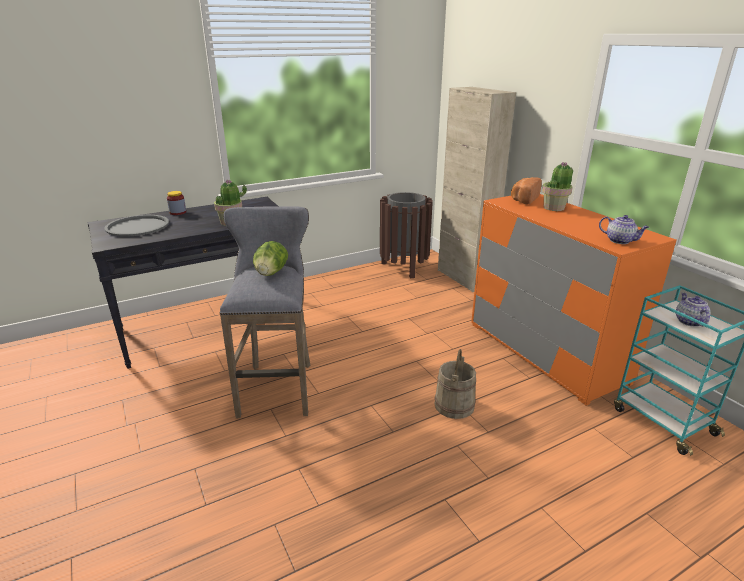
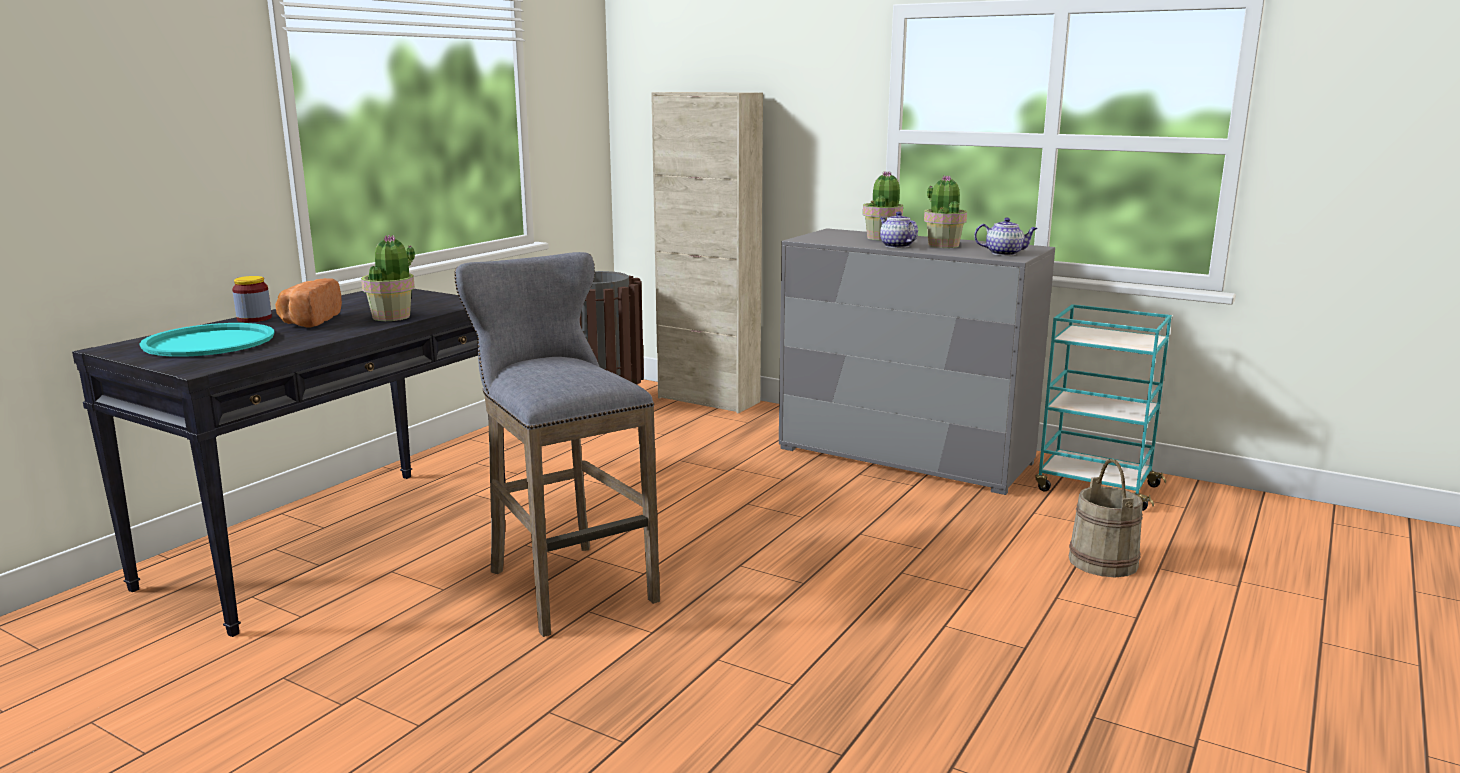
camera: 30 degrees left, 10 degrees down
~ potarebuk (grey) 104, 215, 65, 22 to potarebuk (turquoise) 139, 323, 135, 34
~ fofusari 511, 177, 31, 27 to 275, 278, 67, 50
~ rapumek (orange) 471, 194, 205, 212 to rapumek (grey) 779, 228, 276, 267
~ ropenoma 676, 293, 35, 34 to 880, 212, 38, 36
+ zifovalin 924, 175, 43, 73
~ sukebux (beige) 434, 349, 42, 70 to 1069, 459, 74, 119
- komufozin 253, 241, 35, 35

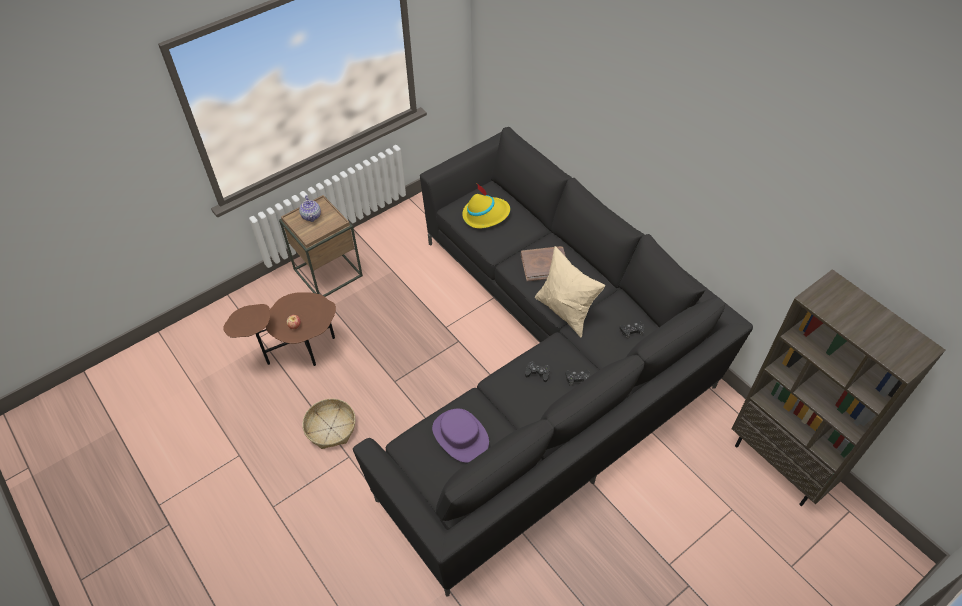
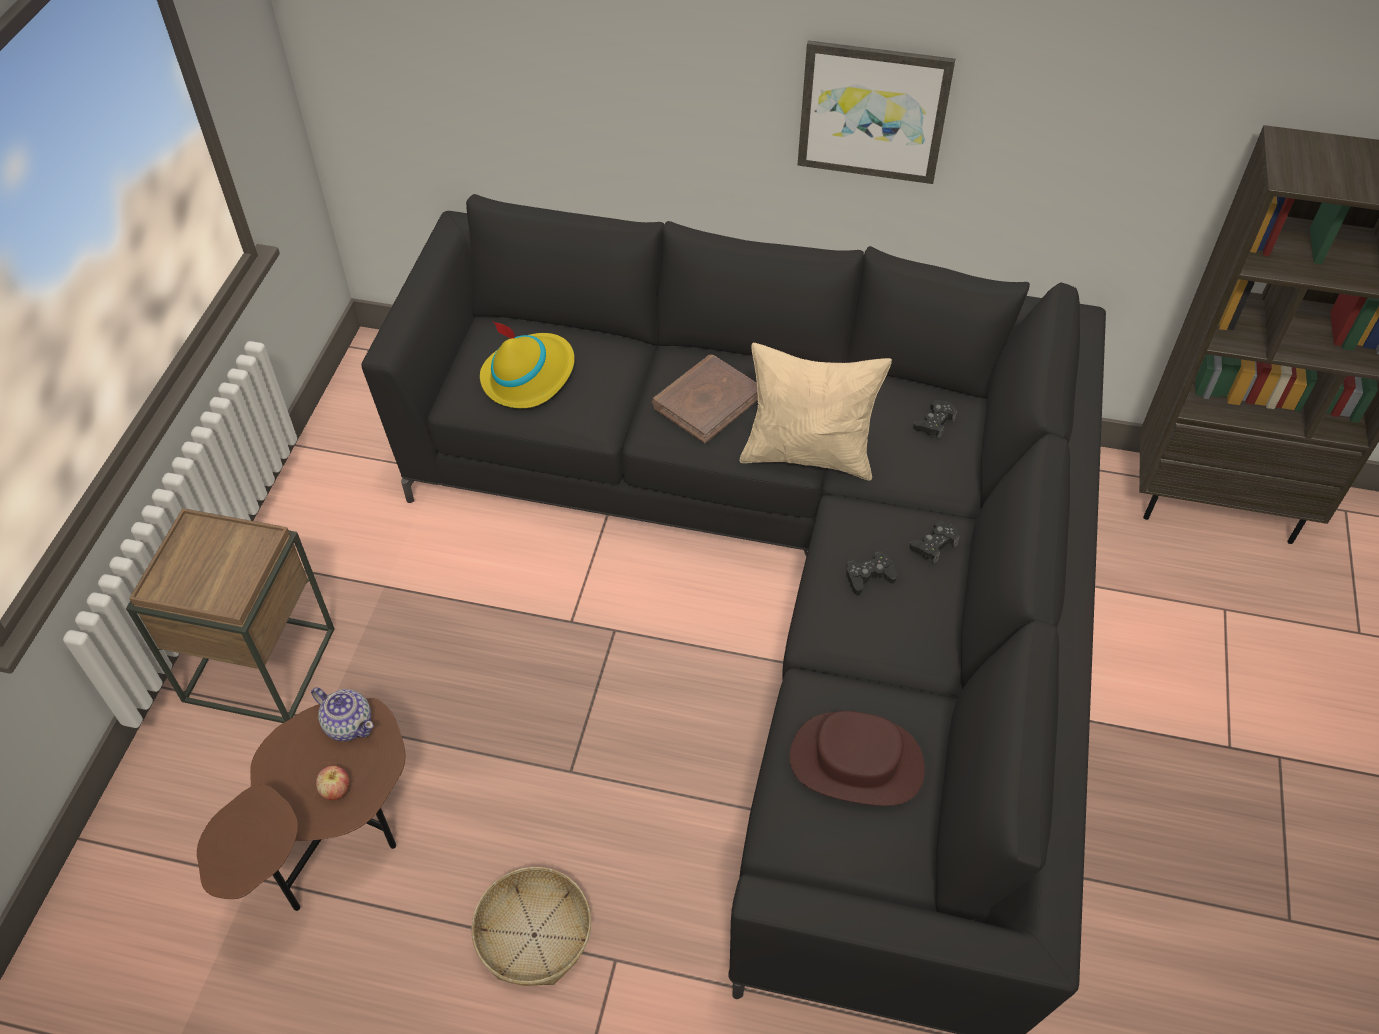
camera: 40 degrees left, 0 degrees up
~ ropenoma 299, 195, 22, 27 to 311, 687, 63, 55
~ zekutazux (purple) 432, 409, 57, 54 to zekutazux (brown) 790, 711, 135, 95
+ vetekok 798, 40, 157, 144

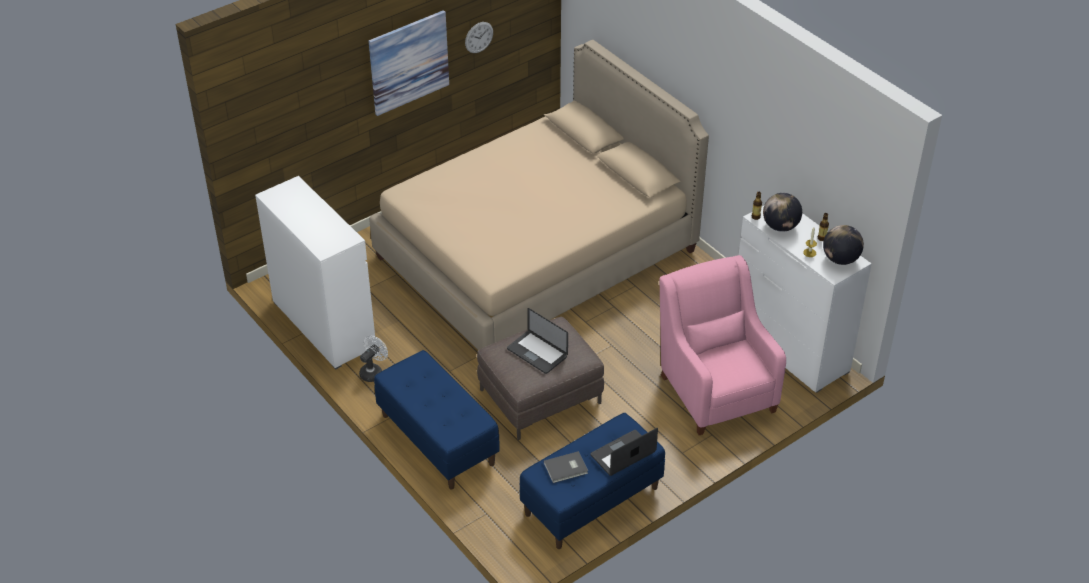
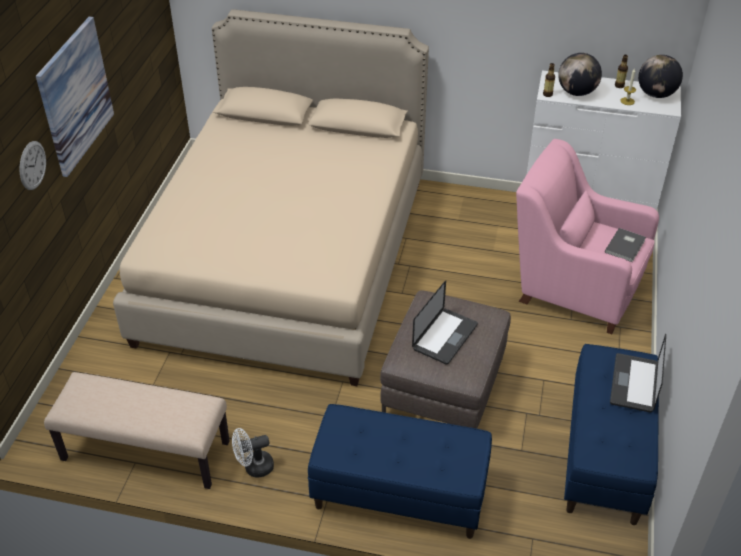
camera: 40 degrees left, 0 degrees up
~ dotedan 465, 22, 28, 31 to 19, 141, 27, 49
~ rapumek (white) 255, 176, 121, 193 to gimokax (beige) 44, 372, 186, 117
~ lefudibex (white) 359, 336, 29, 46 = 232, 428, 42, 50 105 degrees counterclockwise
~ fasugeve 507, 308, 61, 66 = 412, 280, 66, 85 60 degrees counterclockwise
~ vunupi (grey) 544, 451, 44, 32 to 605, 228, 41, 34

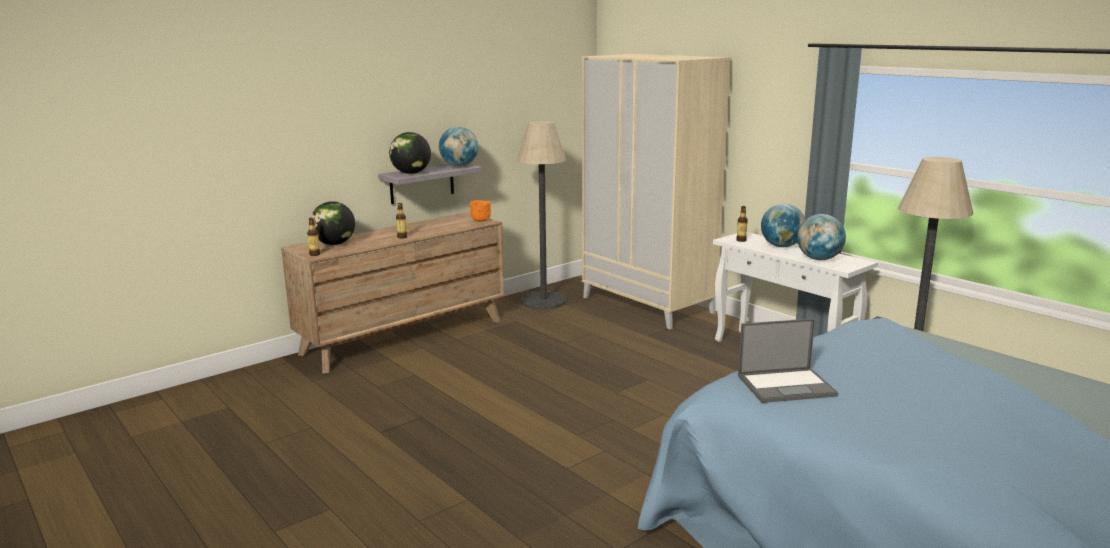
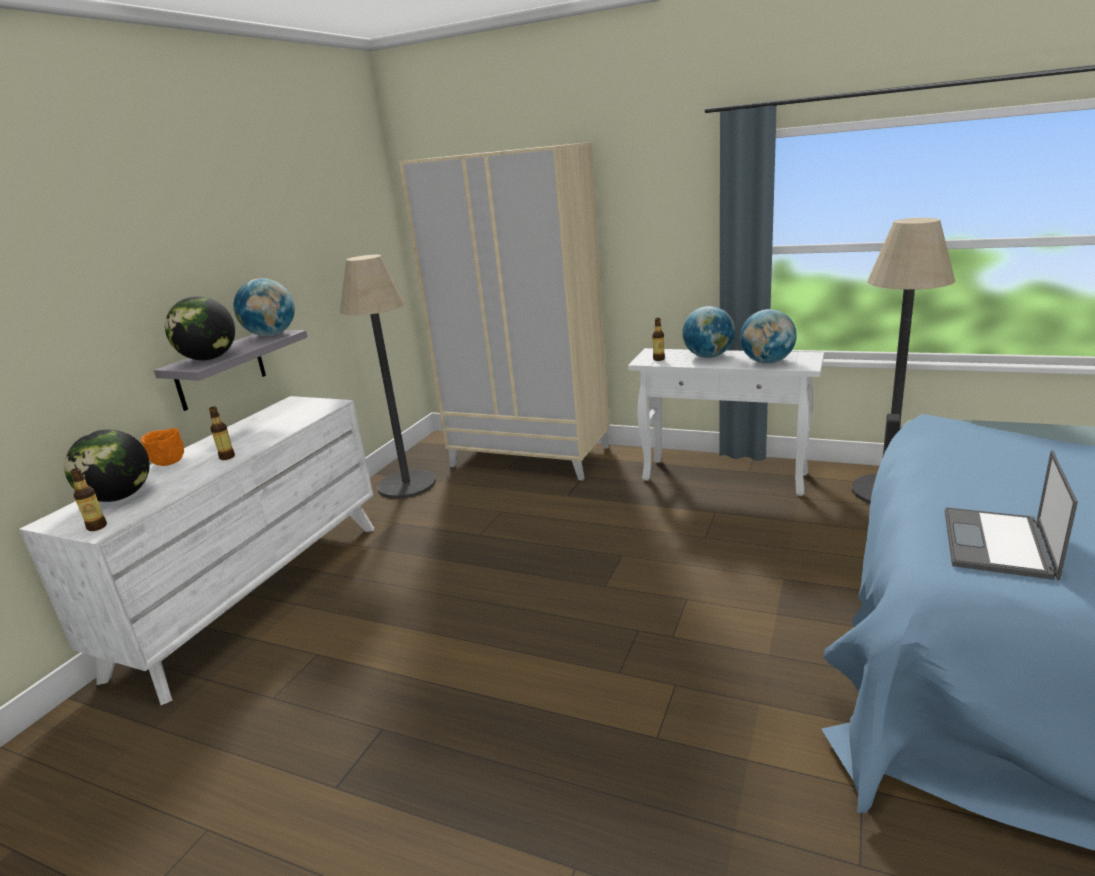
camera: 25 degrees left, 5 degrees up
~ rapumek (brown) 281, 212, 224, 161 to rapumek (white) 19, 396, 355, 309
~ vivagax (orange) 470, 200, 21, 22 to 141, 428, 43, 38
~ fasugeve 738, 318, 100, 85 = 945, 450, 133, 130 150 degrees clockwise

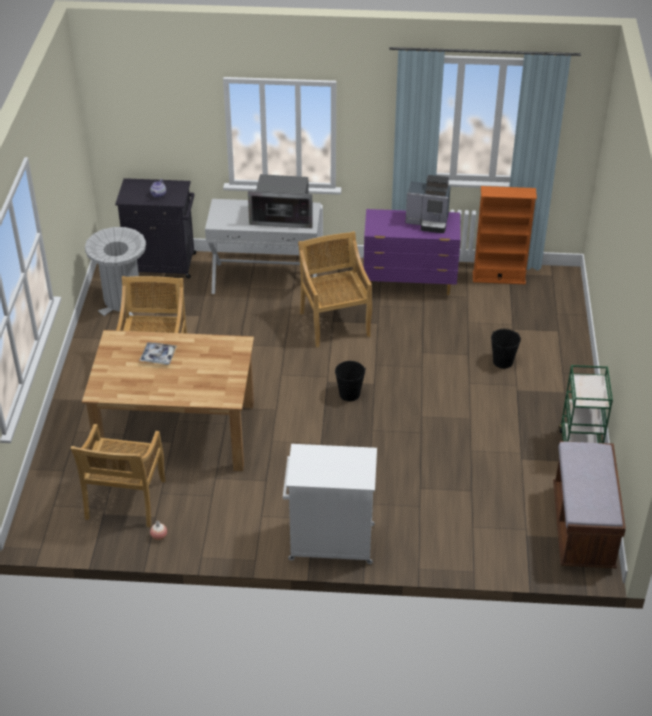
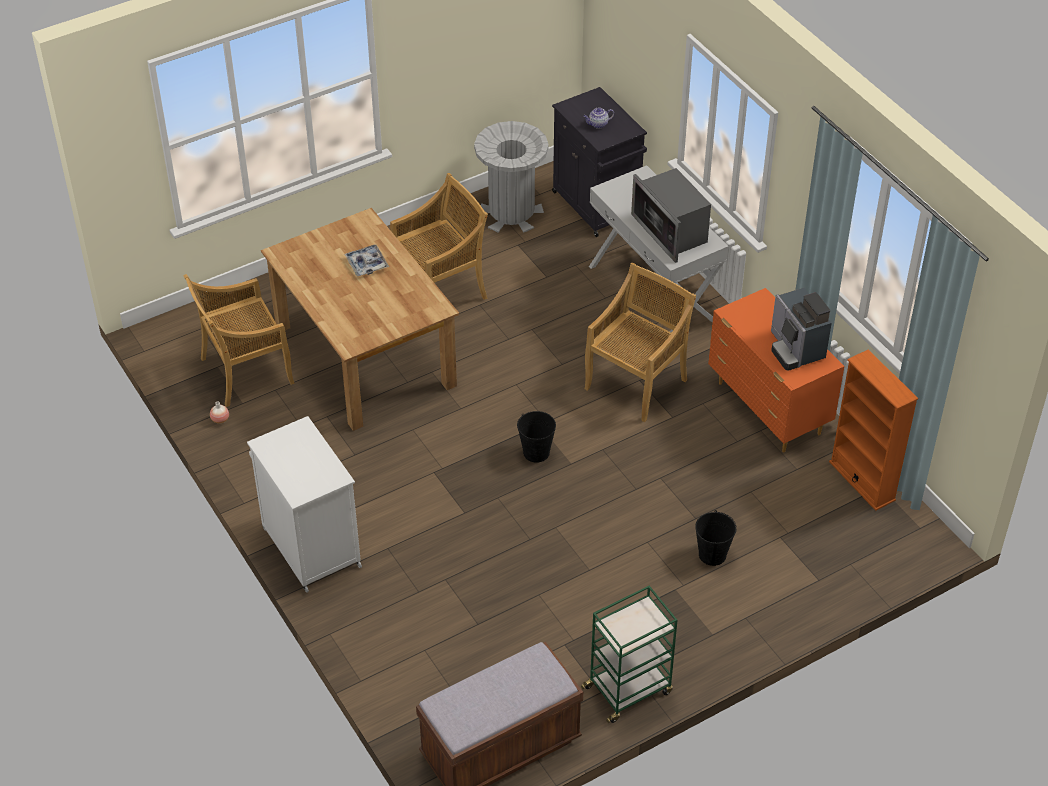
camera: 55 degrees right, 5 degrees up
~ rapumek (purple) 364, 209, 97, 86 to rapumek (orange) 708, 288, 136, 164

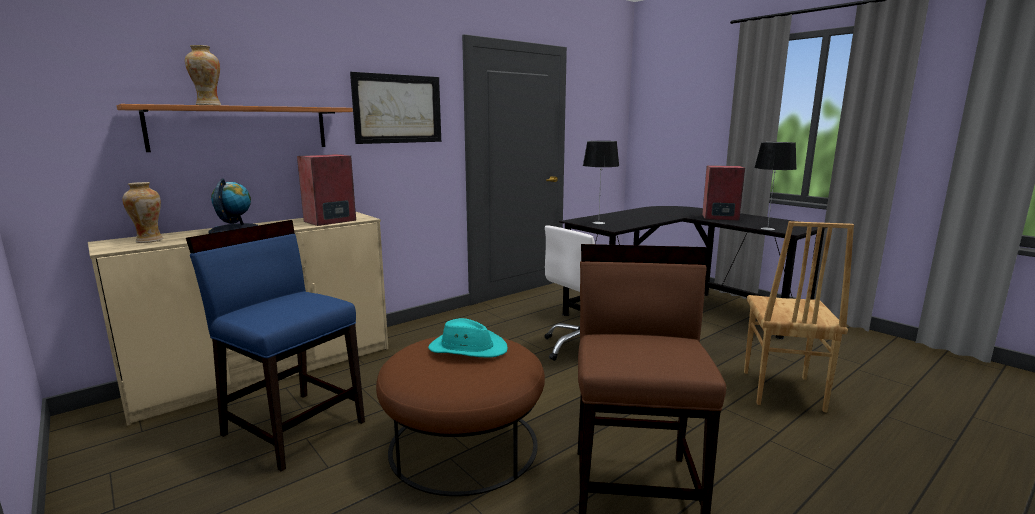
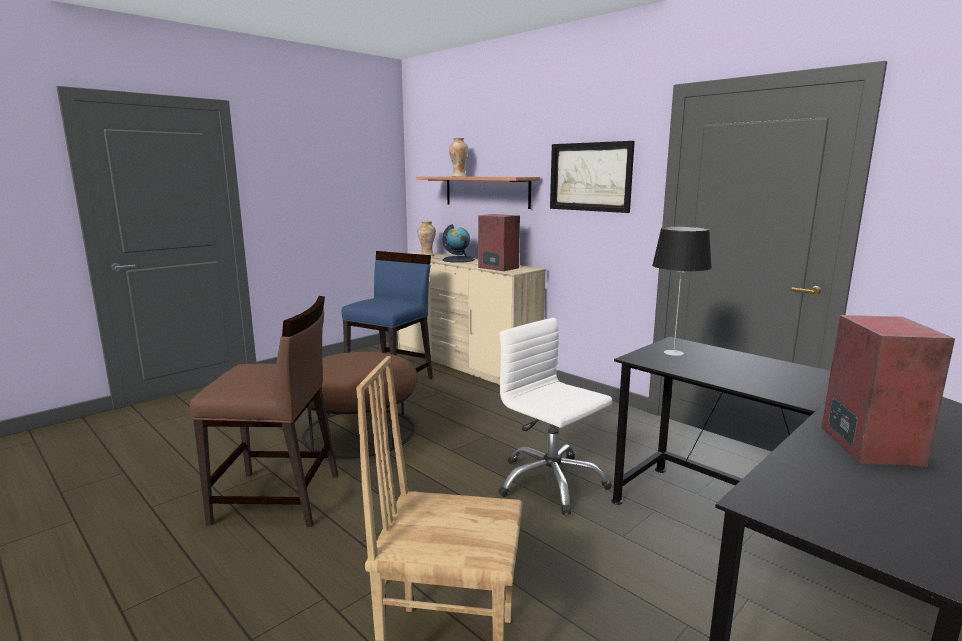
camera: 85 degrees right, 0 degrees up
- zekutazux (turquoise) 428, 318, 80, 39
- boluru 754, 142, 43, 88

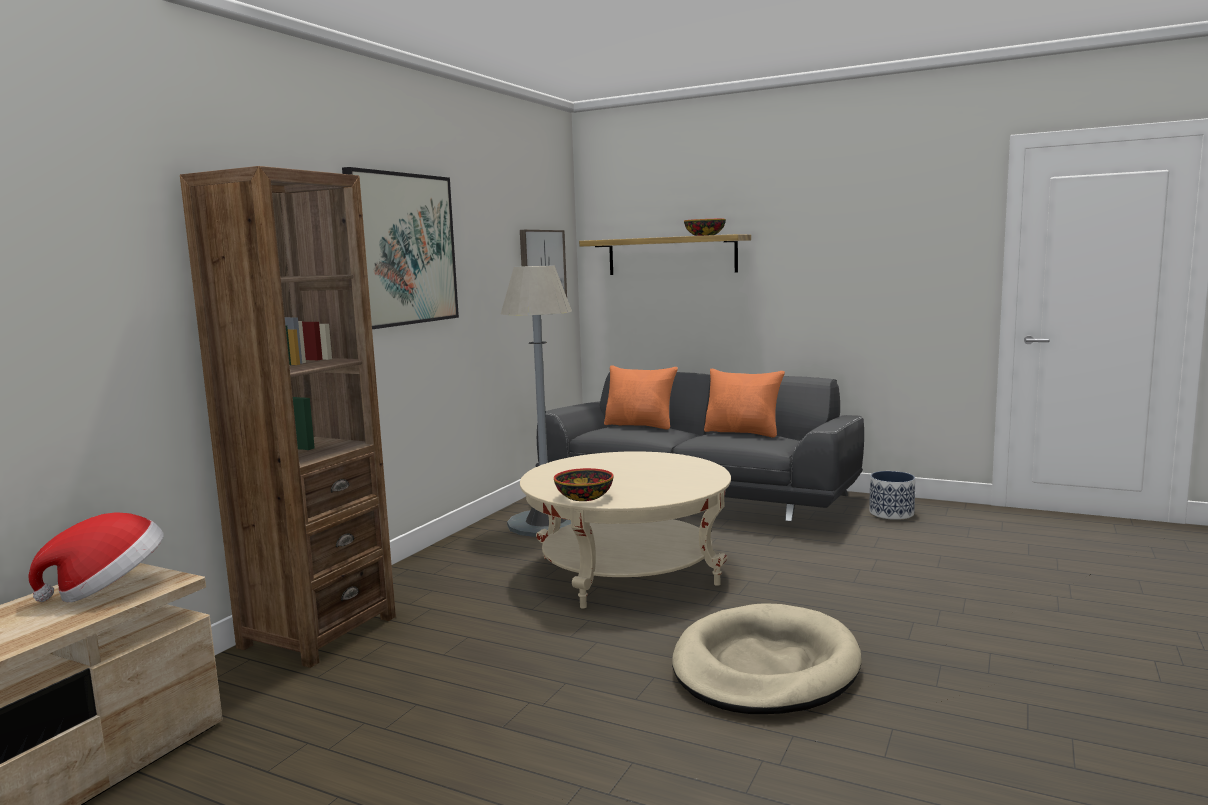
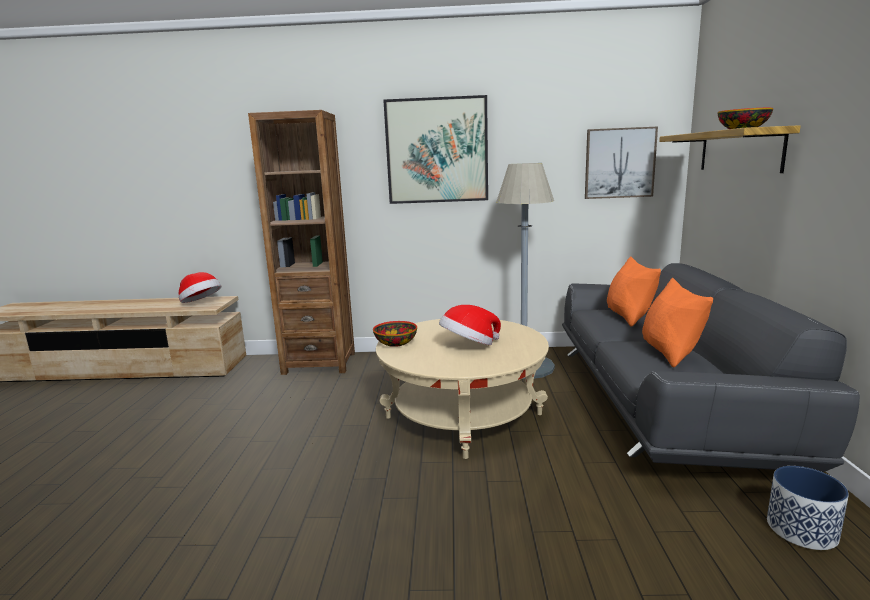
camera: 65 degrees right, 5 degrees up
+ zekutazux 439, 305, 62, 40
- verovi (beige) 672, 603, 190, 111

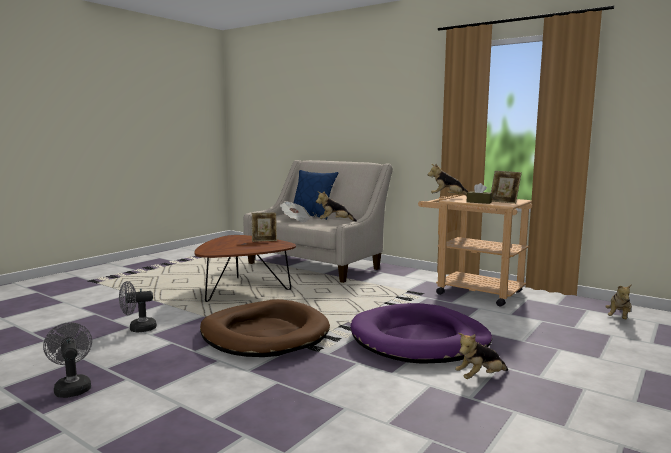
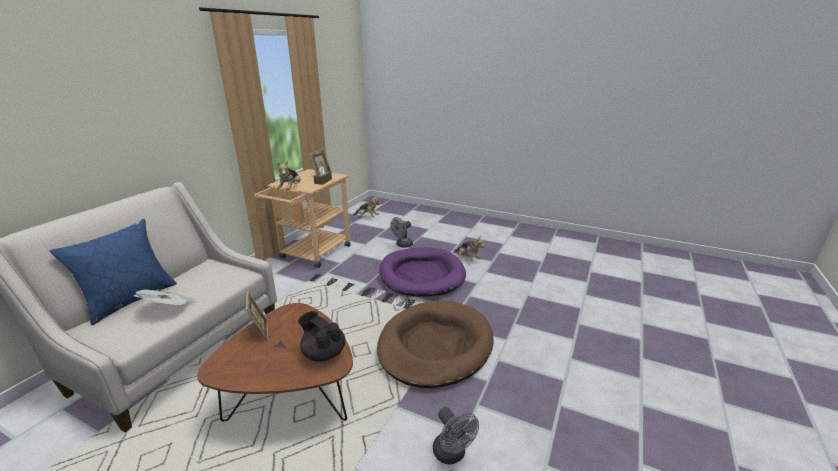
camera: 100 degrees left, 15 degrees up
+ ropenoma (black) 298, 311, 47, 51
~ lefudibex (grey) 43, 322, 49, 76 to 390, 217, 23, 31
- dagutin 316, 191, 41, 31

